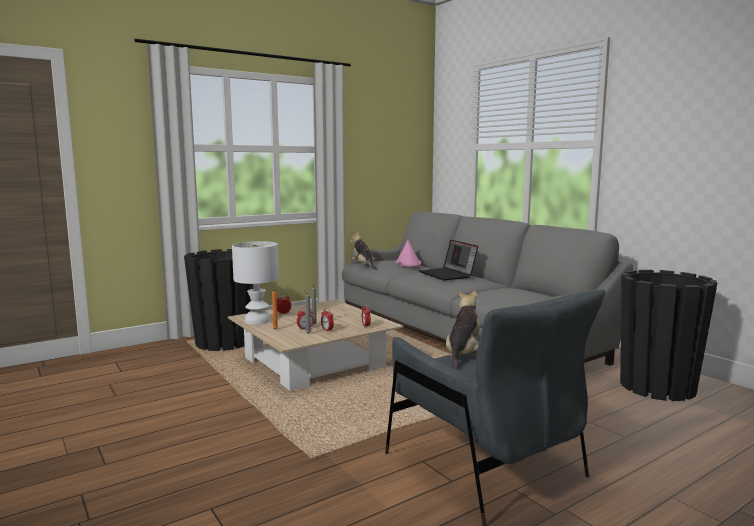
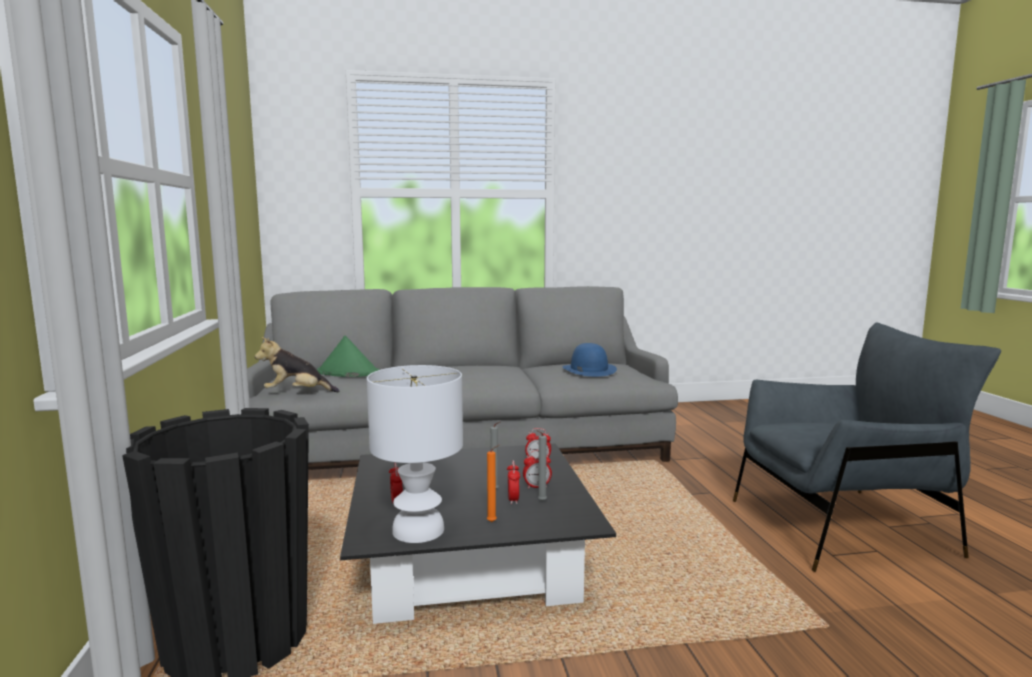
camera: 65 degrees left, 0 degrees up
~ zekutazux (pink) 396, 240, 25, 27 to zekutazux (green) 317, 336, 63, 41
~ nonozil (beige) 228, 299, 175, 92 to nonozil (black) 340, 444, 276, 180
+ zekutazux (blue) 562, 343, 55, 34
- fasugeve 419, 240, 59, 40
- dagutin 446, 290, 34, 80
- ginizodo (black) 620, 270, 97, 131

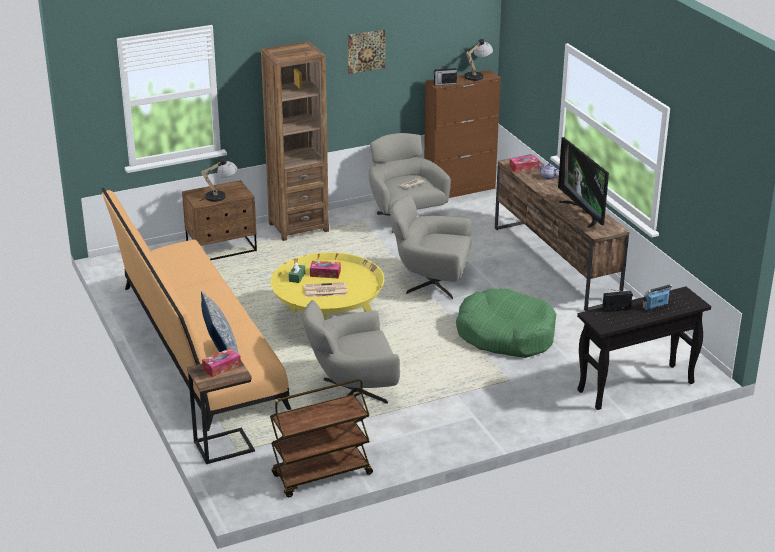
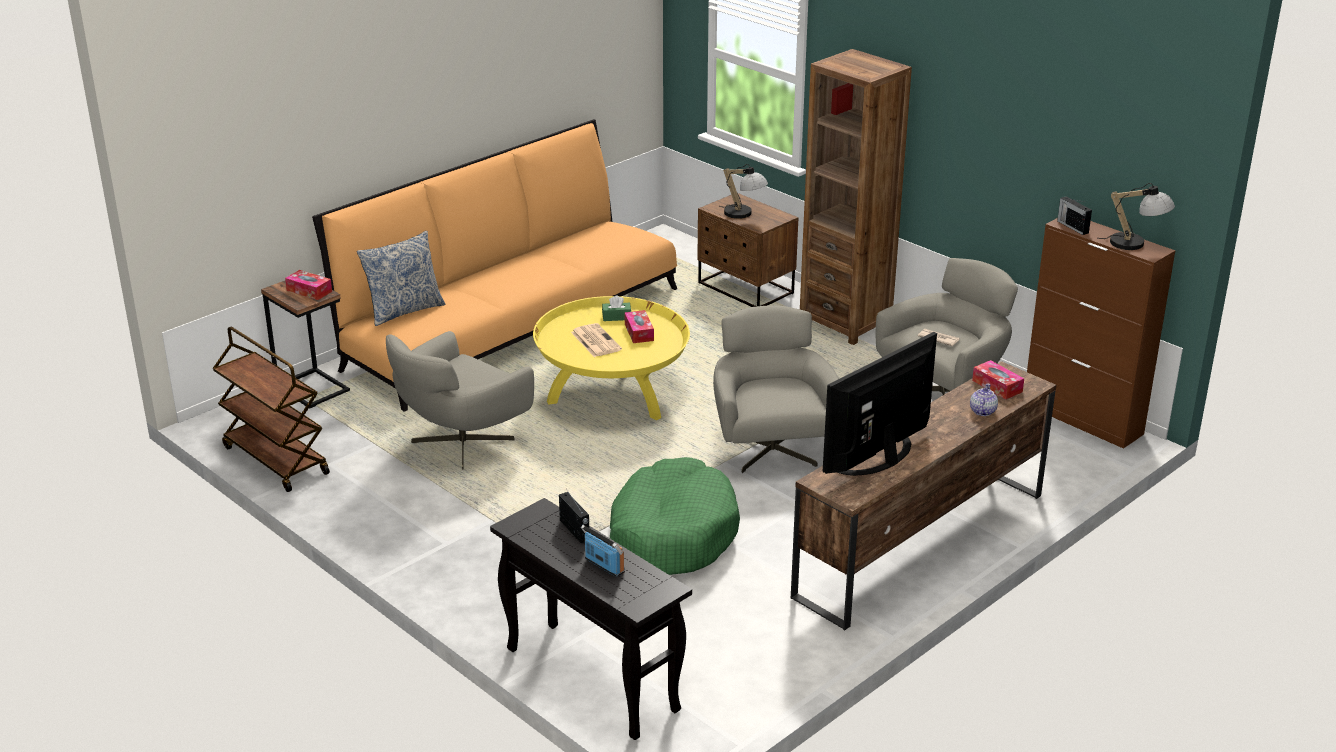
camera: 70 degrees right, 0 degrees up
~ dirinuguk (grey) 303, 300, 97, 104 = 386, 331, 148, 139 105 degrees counterclockwise
- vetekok 348, 30, 37, 44

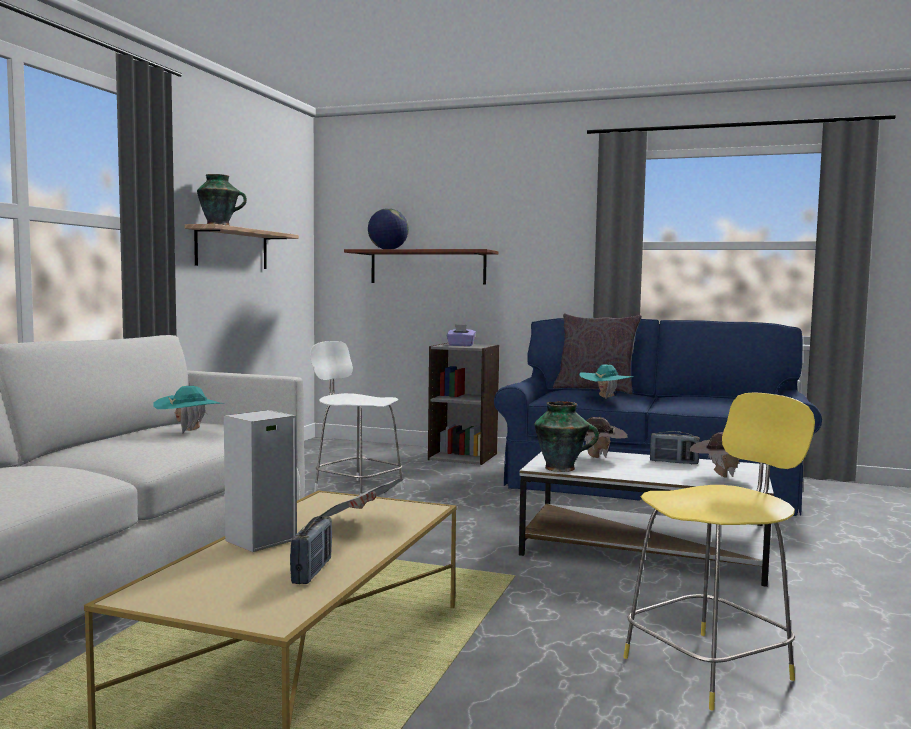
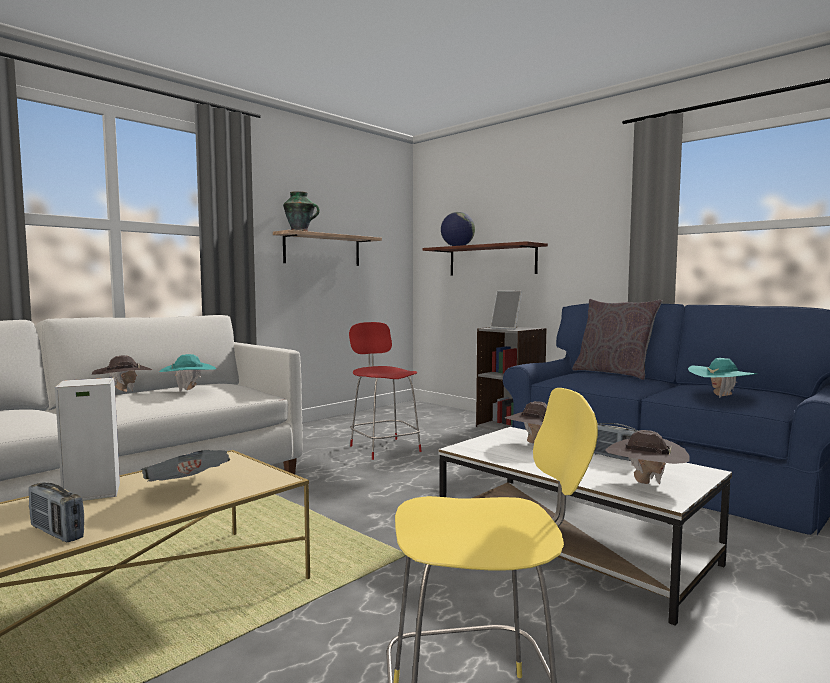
camera: 25 degrees right, 0 degrees up
~ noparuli 290, 516, 42, 68 = 29, 482, 55, 60 90 degrees clockwise
+ zekutazux (brown) 92, 355, 60, 37
~ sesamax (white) 310, 341, 94, 154 to sesamax (red) 349, 322, 73, 138
~ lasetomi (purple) 447, 324, 29, 22 to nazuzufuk 490, 290, 32, 39
~ zekutazux (turquoise) 579, 364, 55, 35 to 688, 358, 70, 40
- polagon 534, 401, 65, 71

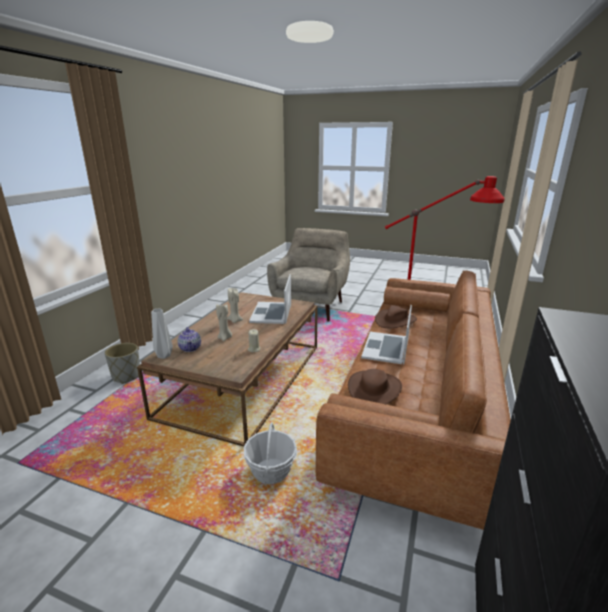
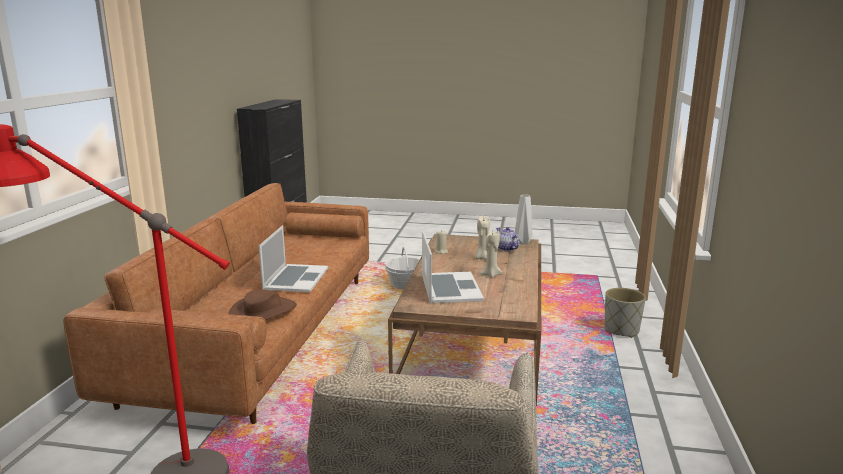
camera: 170 degrees right, 5 degrees down
- zekutazux (brown) 348, 369, 54, 35

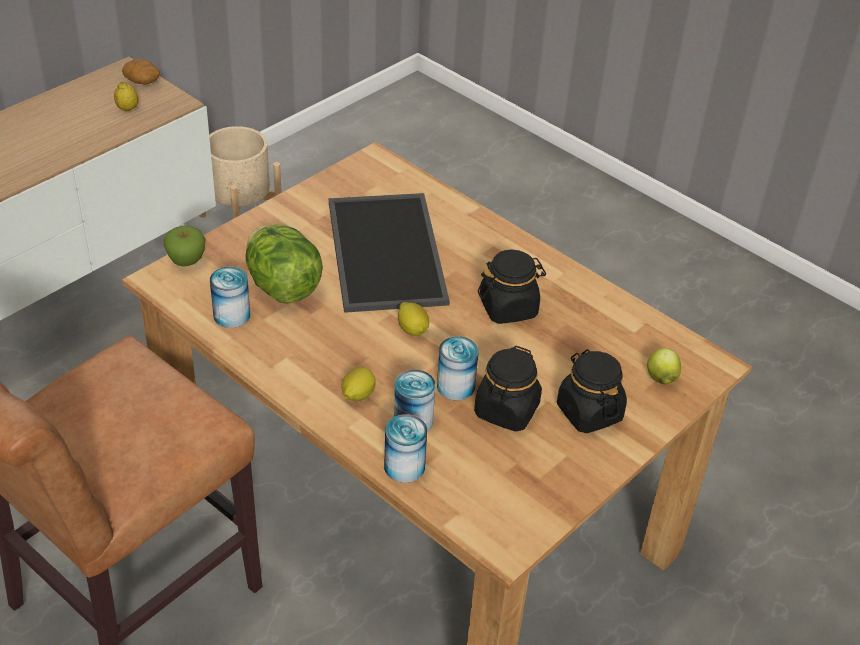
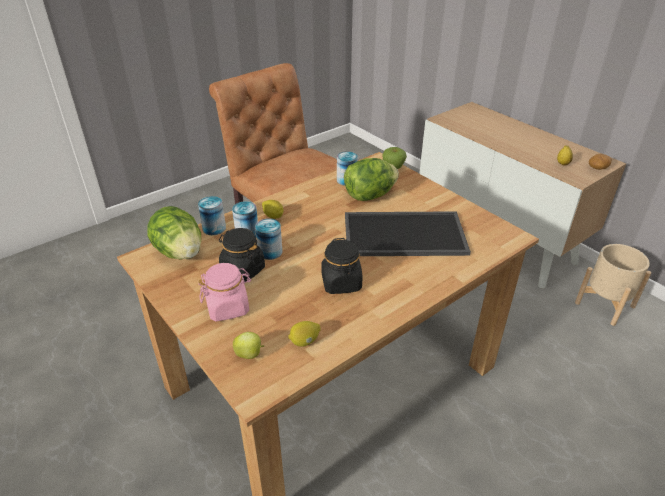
camera: 100 degrees right, 5 degrees down
+ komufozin 147, 206, 54, 53
~ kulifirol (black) 557, 349, 70, 84 to kulifirol (pink) 199, 263, 52, 59
~ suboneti 398, 302, 31, 34 to 288, 321, 33, 26

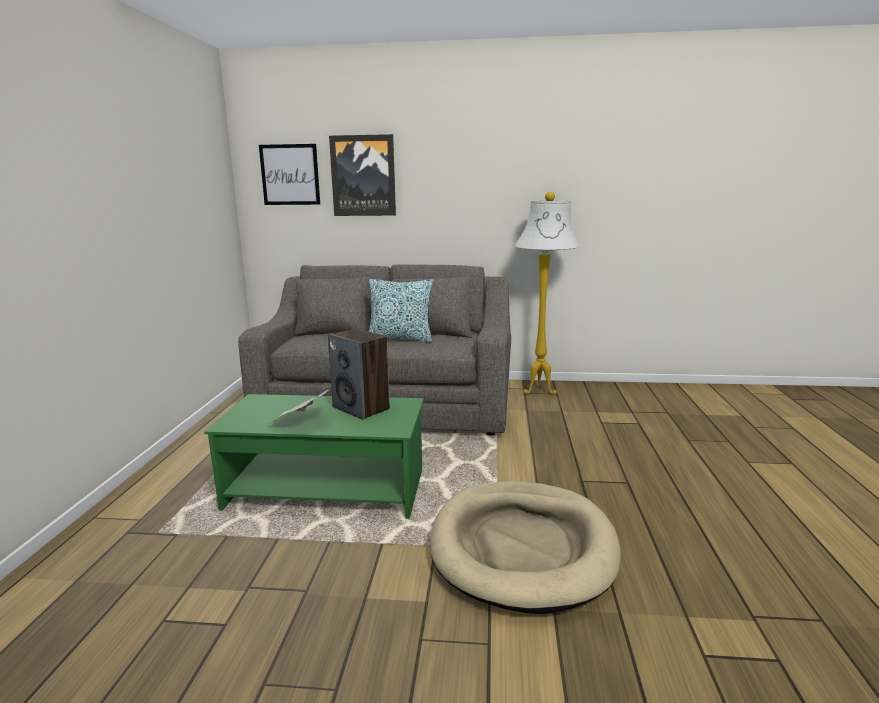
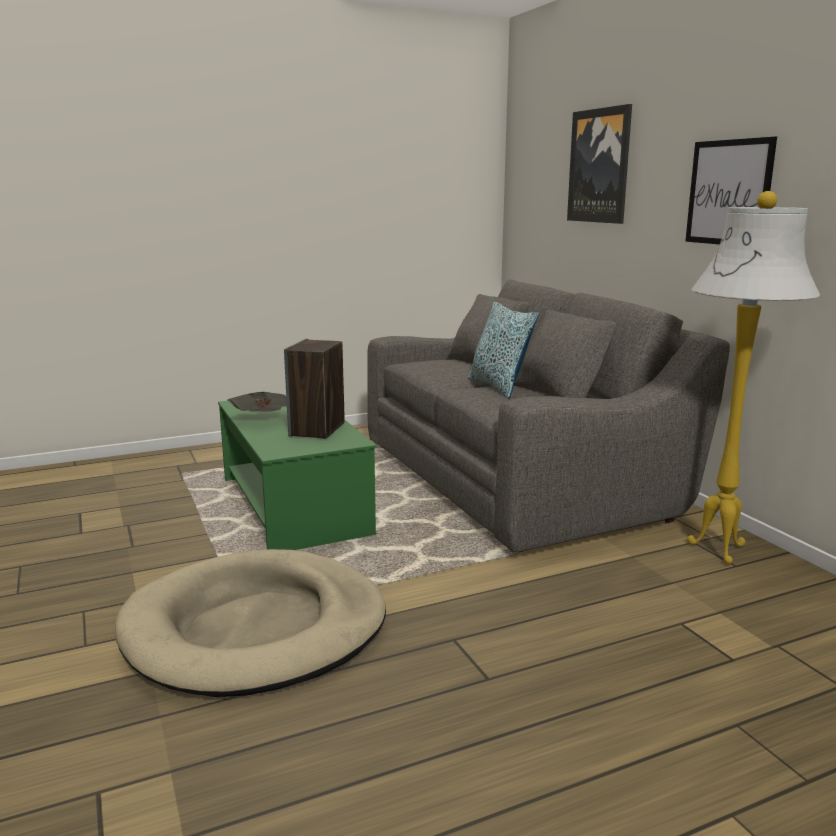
camera: 60 degrees right, 0 degrees up
~ vetekok 259, 144, 61, 61 to 685, 137, 92, 108

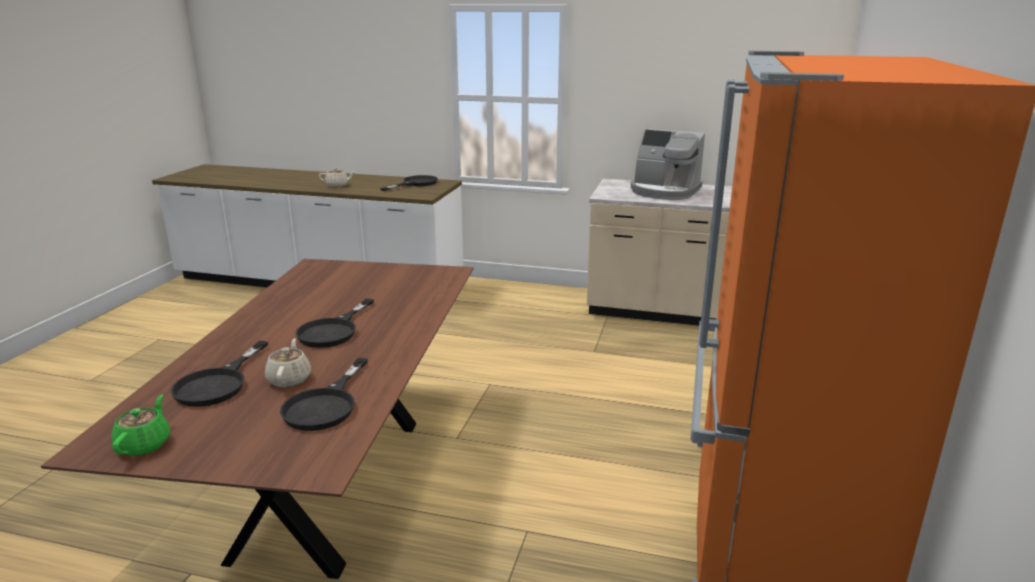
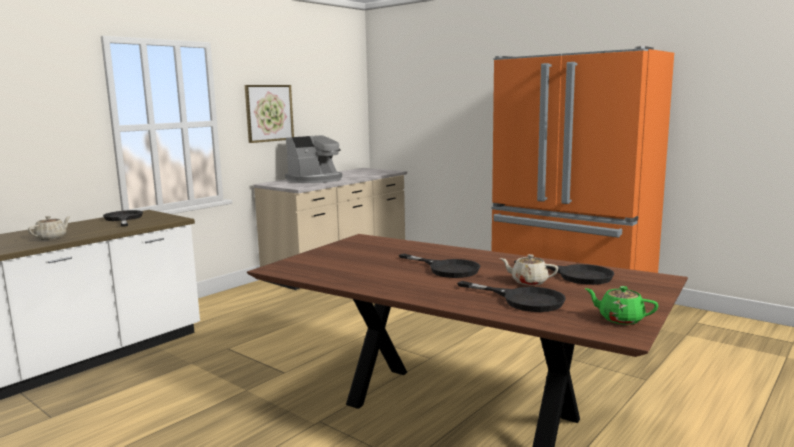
camera: 65 degrees left, 10 degrees down
+ vetekok 245, 85, 49, 58

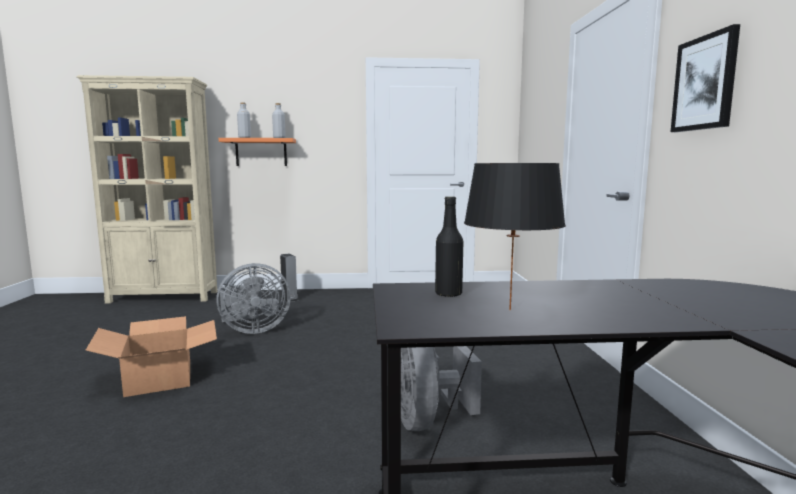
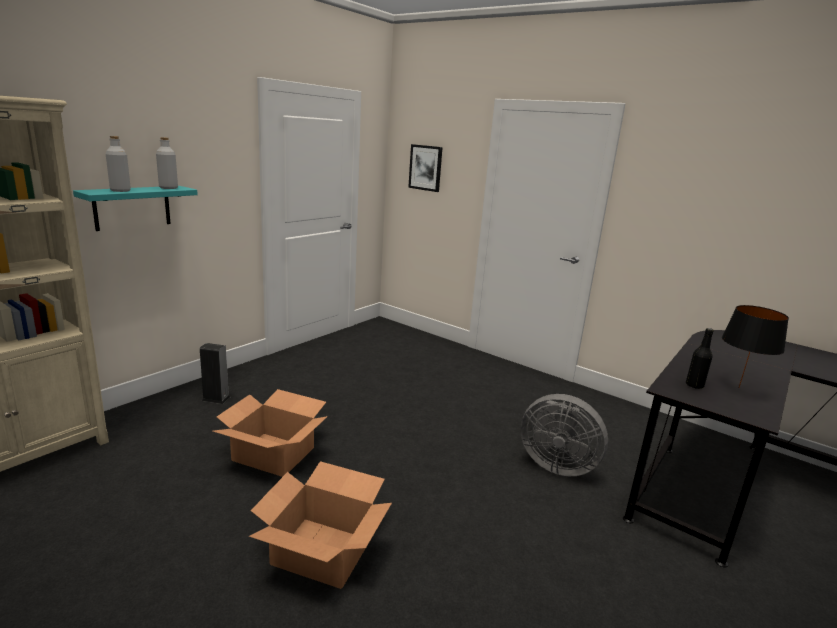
camera: 50 degrees left, 10 degrees up
~ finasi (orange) 219, 138, 77, 28 to finasi (turquoise) 73, 186, 125, 45
~ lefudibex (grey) 216, 263, 75, 71 to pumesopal 213, 389, 115, 88
~ vetekok 671, 24, 69, 108 to 408, 144, 35, 48

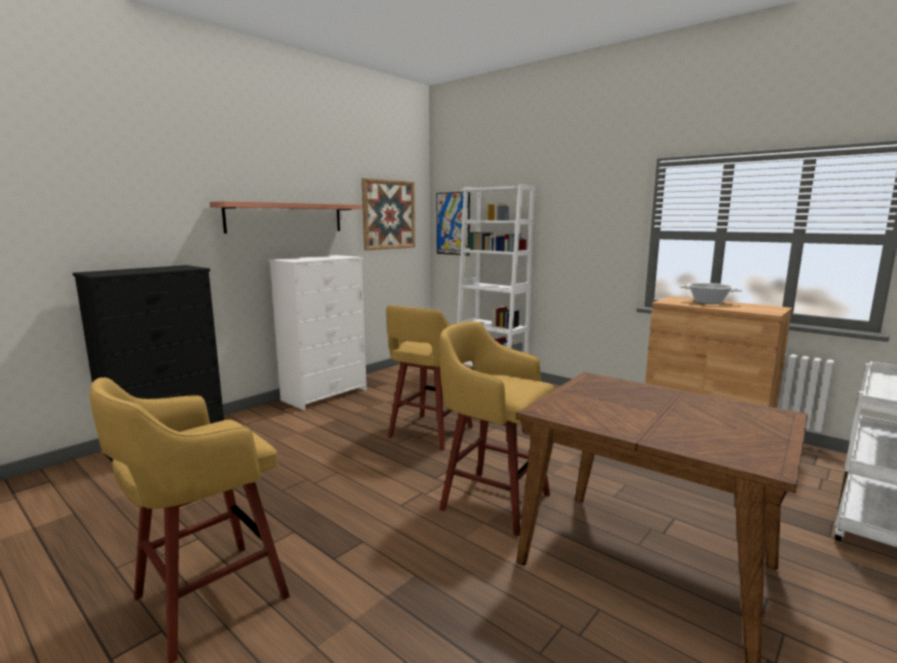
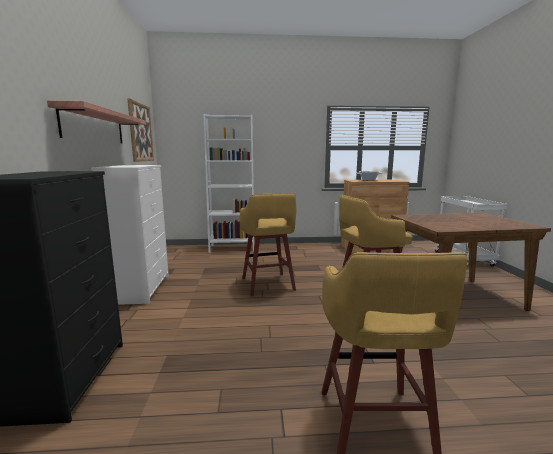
camera: 45 degrees left, 0 degrees up
- vetekok 437, 192, 33, 64

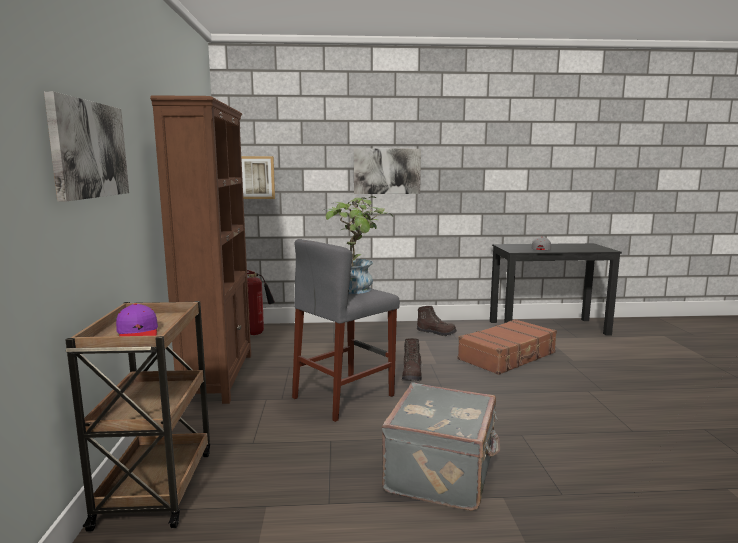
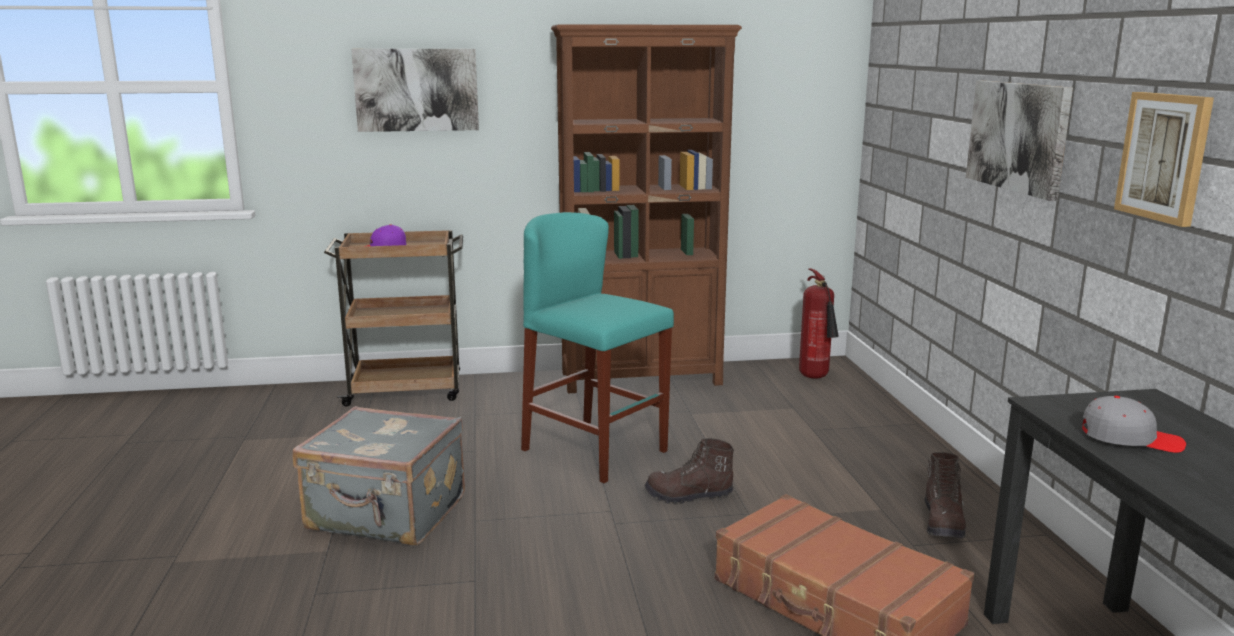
camera: 85 degrees right, 5 degrees up
~ sesamax (grey) 292, 239, 108, 183 to sesamax (turquoise) 521, 212, 153, 271
~ vetekok 241, 156, 34, 43 to 1114, 92, 100, 135
- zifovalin 324, 196, 69, 98

